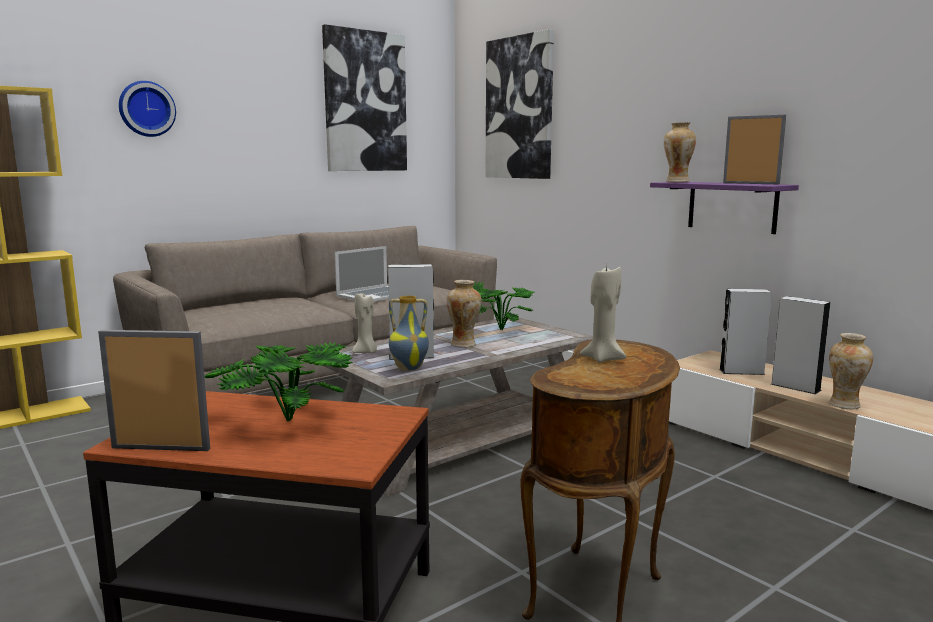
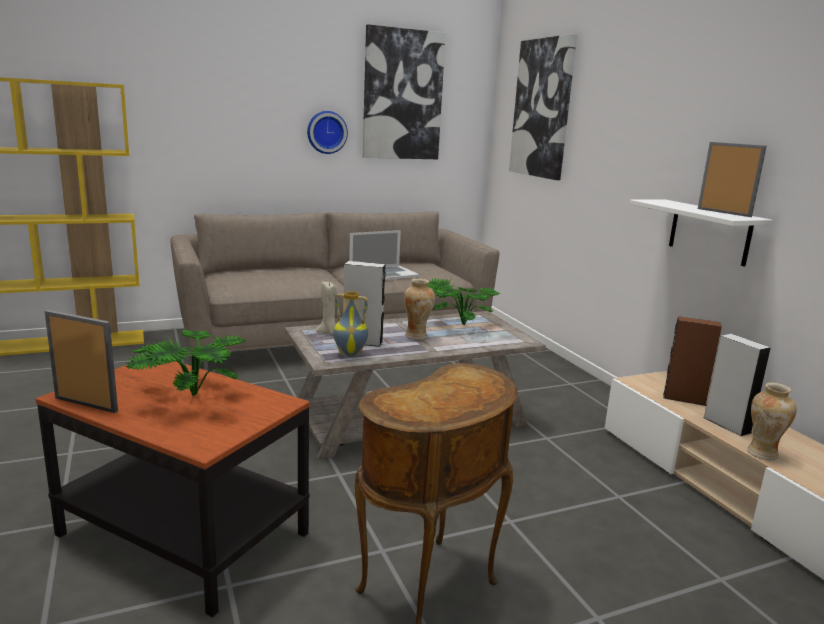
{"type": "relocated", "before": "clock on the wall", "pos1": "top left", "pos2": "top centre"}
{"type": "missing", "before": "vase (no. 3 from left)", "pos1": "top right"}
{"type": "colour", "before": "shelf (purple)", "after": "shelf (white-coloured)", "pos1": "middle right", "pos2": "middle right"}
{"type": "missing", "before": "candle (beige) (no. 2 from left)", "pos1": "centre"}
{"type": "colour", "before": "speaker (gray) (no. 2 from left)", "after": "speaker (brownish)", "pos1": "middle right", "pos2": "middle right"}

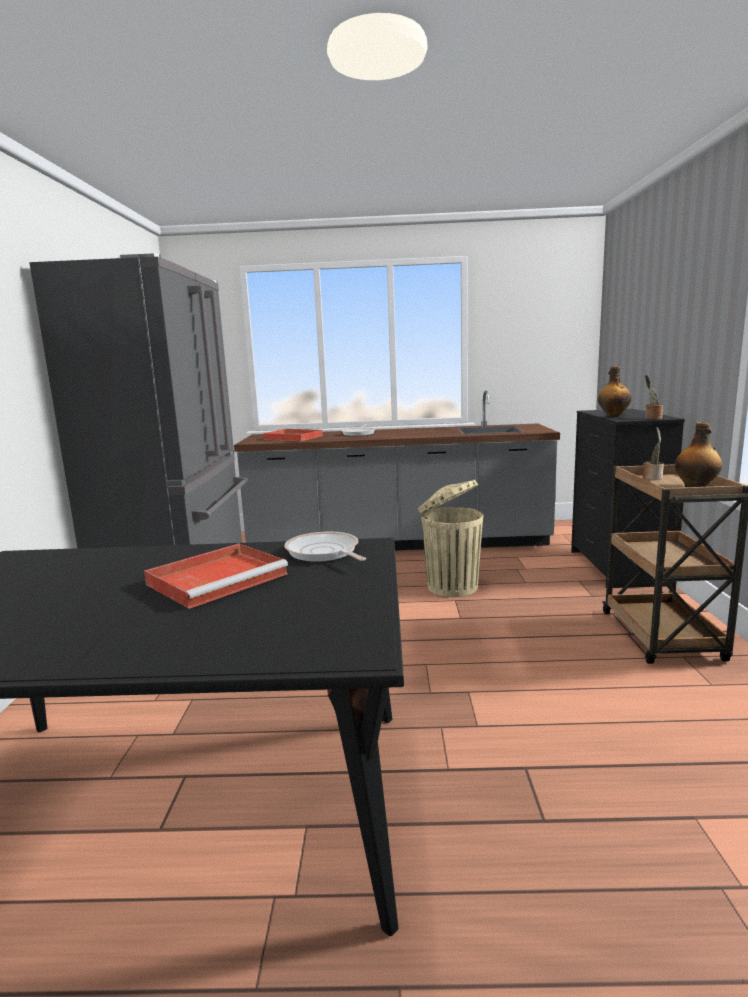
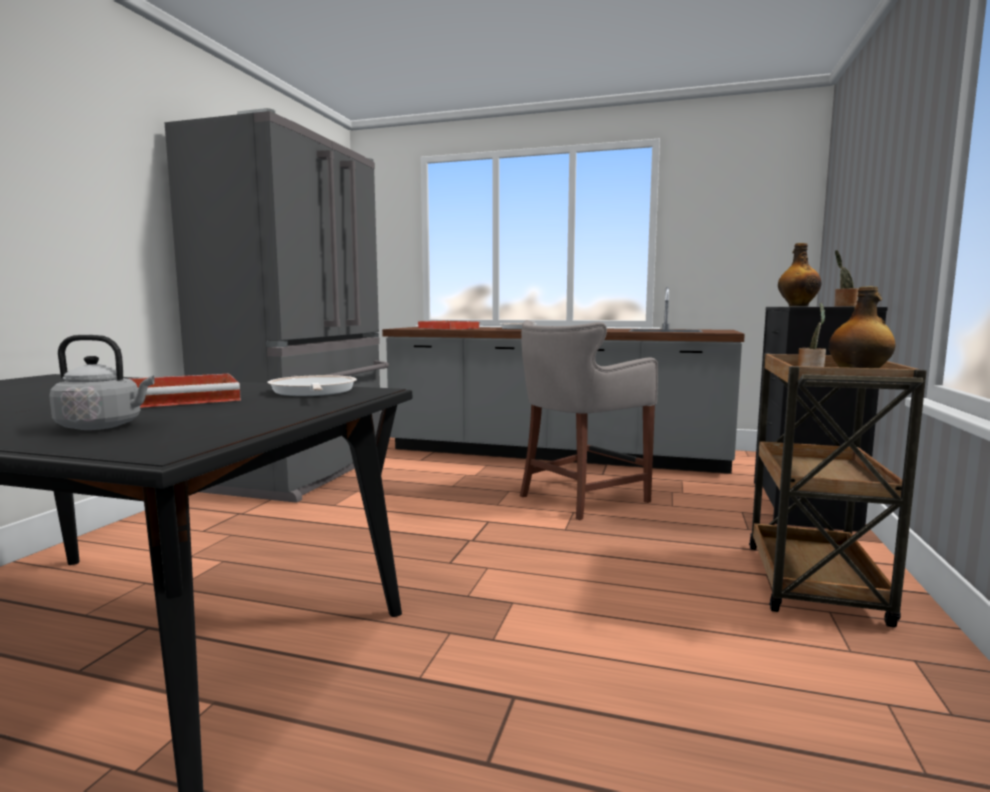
{"type": "exchanged", "before": "waste bin (beige)", "after": "stool (gray)", "pos1": "centre", "pos2": "centre"}
{"type": "appeared", "after": "kettle (gray)", "pos2": "middle left"}

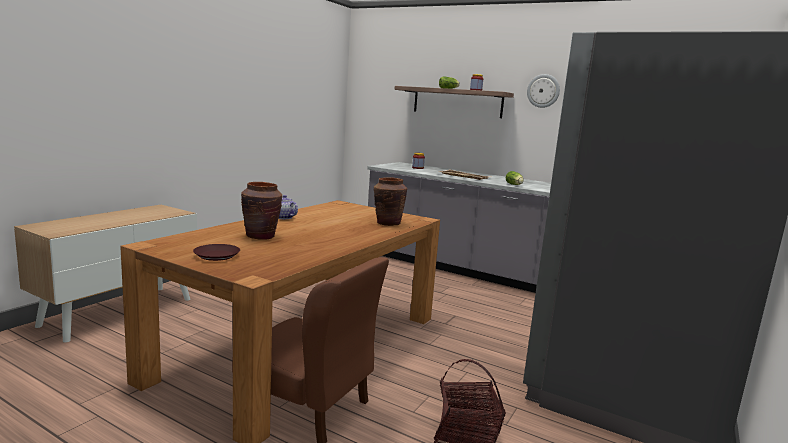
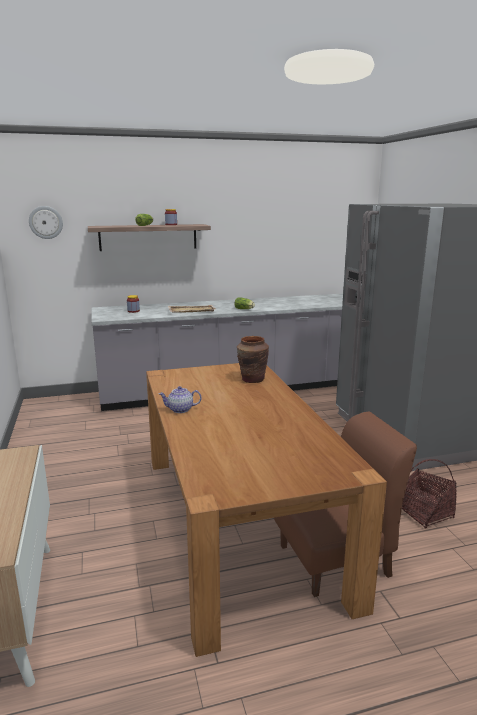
{"type": "relocated", "before": "clock on the wall", "pos1": "top right", "pos2": "top left"}
{"type": "missing", "before": "vase (brownish) (no. 1 from left)", "pos1": "middle left"}
{"type": "missing", "before": "flat dish (brownish)", "pos1": "middle left"}

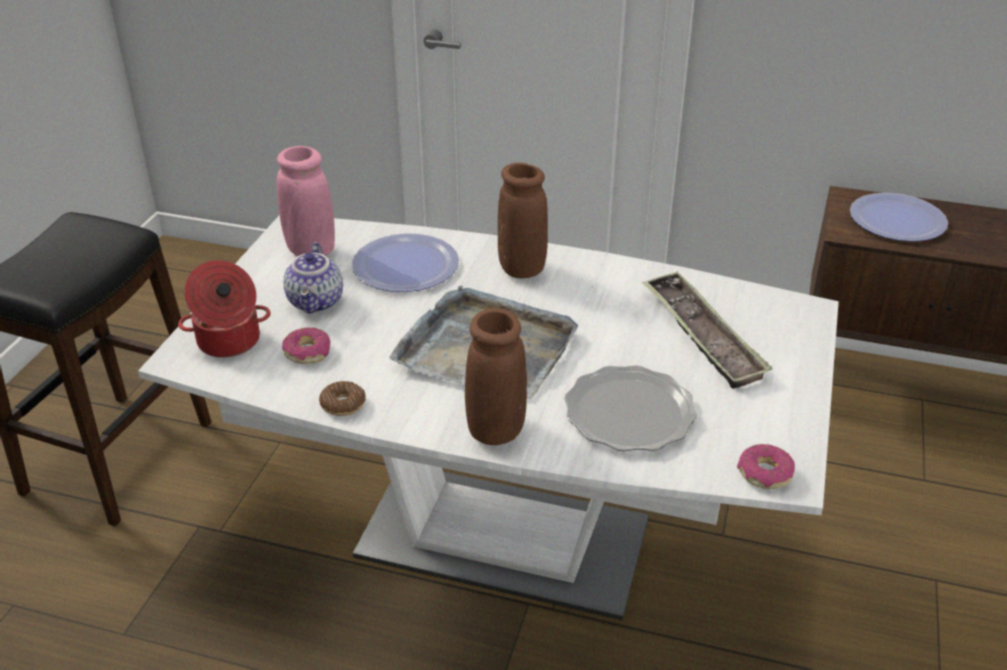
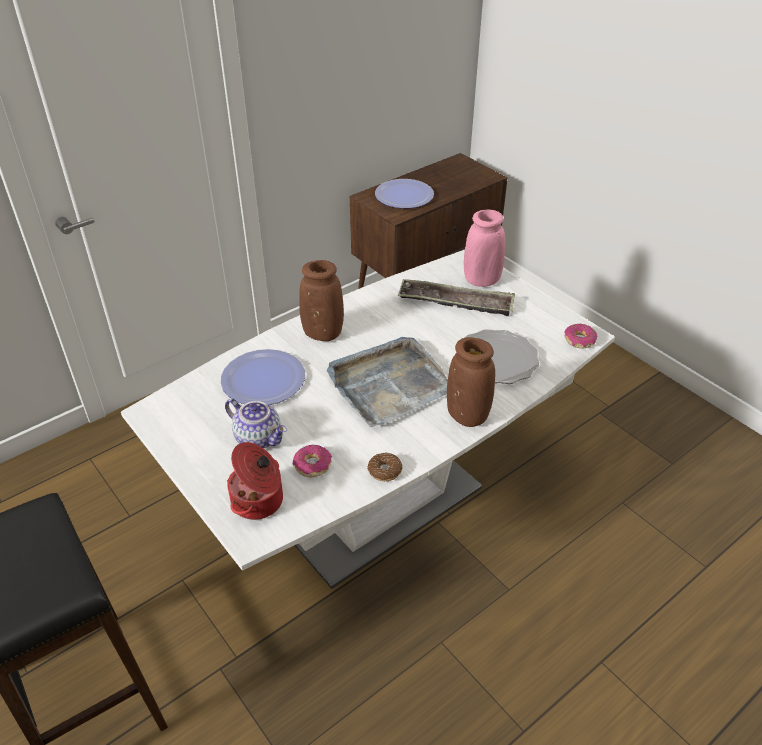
{"type": "relocated", "before": "vase (pink)", "pos1": "top left", "pos2": "top centre"}

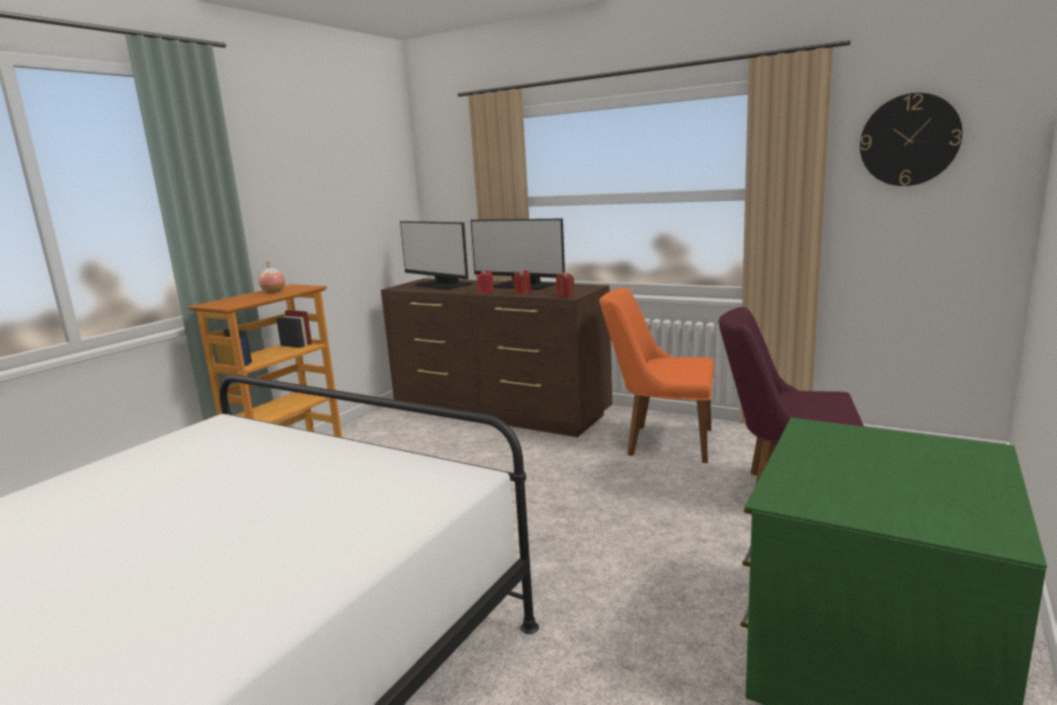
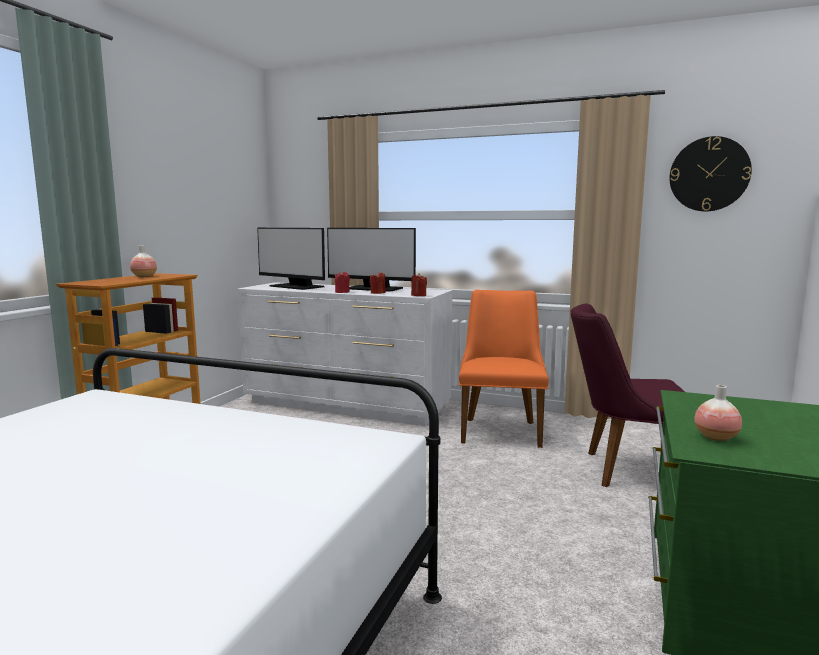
{"type": "colour", "before": "chest of drawers (brownish)", "after": "chest of drawers (white-coloured)", "pos1": "centre", "pos2": "centre"}
{"type": "spun", "before": "upright chair (orange-coloured)", "pos1": "centre", "pos2": "centre", "turn": 90}
{"type": "appeared", "after": "vase (no. 2 from left)", "pos2": "middle right"}

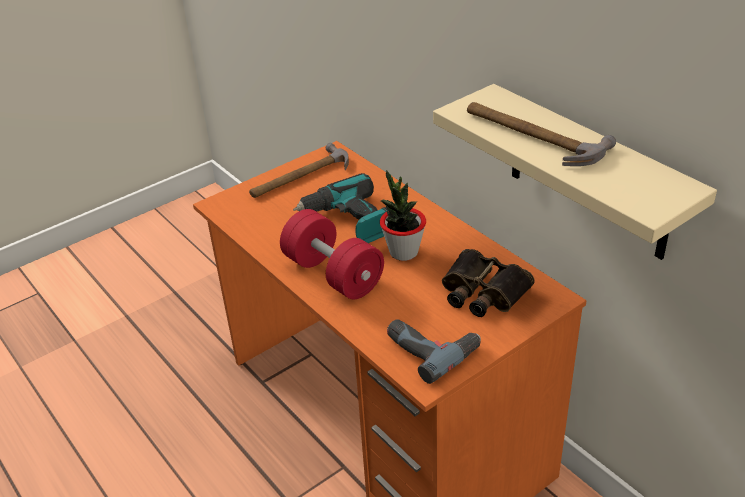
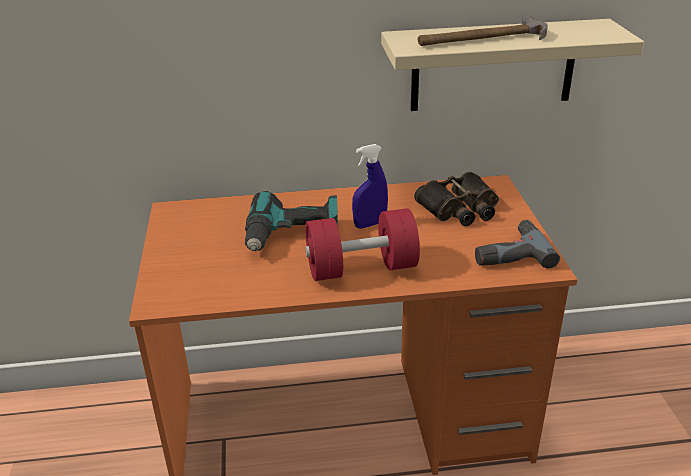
{"type": "missing", "before": "tool hammer (no. 1 from left)", "pos1": "centre"}
{"type": "exchanged", "before": "plant in a pot", "after": "hand sprayer (blue)", "pos1": "centre", "pos2": "centre"}

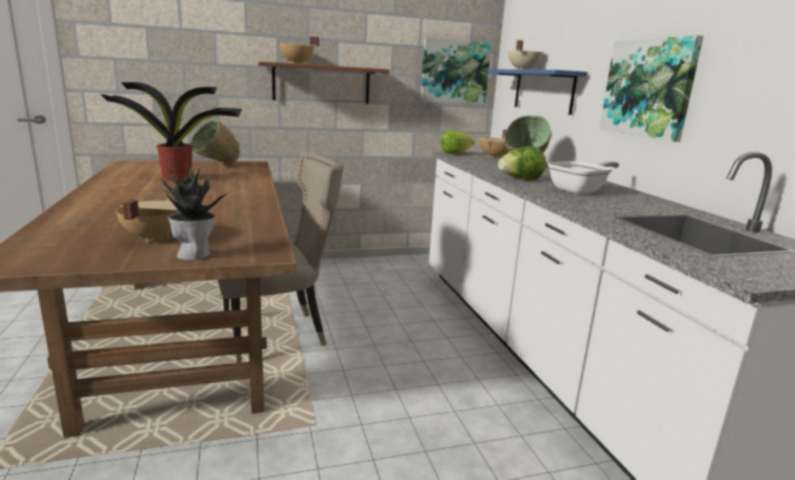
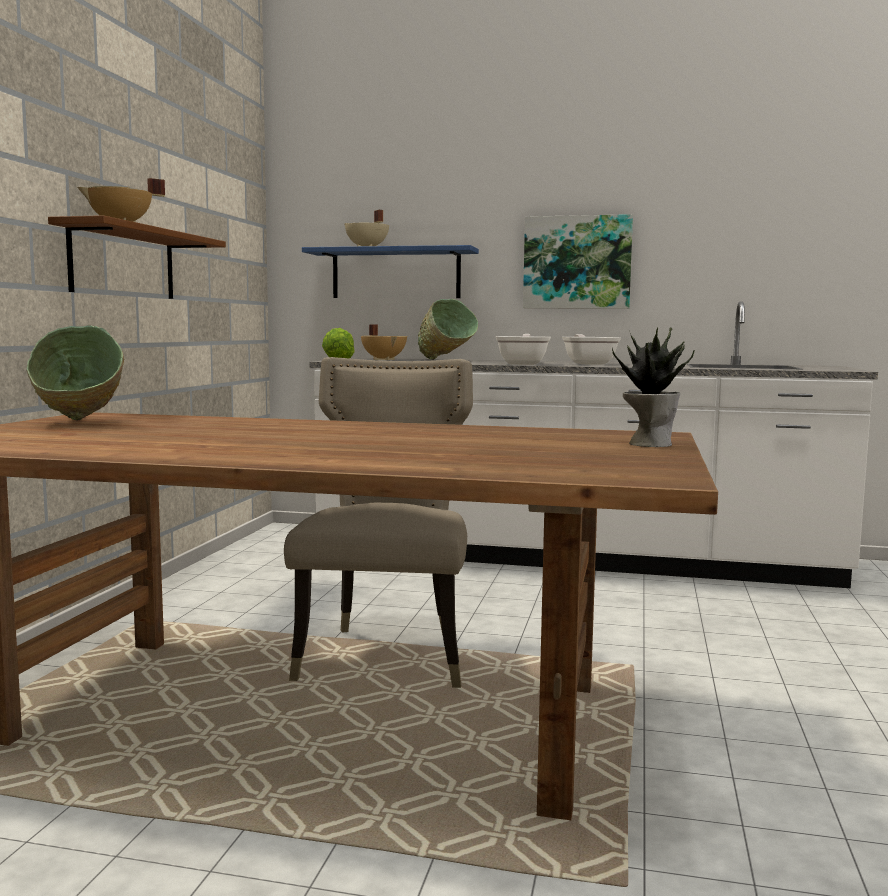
{"type": "missing", "before": "picture (no. 1 from left)", "pos1": "top centre"}
{"type": "missing", "before": "plant in a pot (no. 1 from left)", "pos1": "top left"}
{"type": "exchanged", "before": "head of lettuce (no. 2 from left)", "after": "skillet (no. 1 from left)", "pos1": "centre", "pos2": "centre"}
{"type": "missing", "before": "cooking pot (beige) (no. 1 from left)", "pos1": "middle left"}

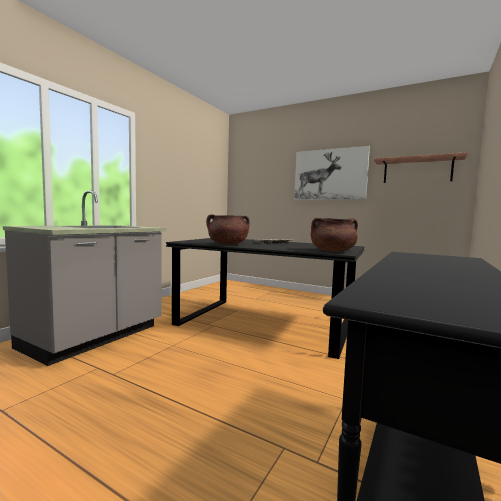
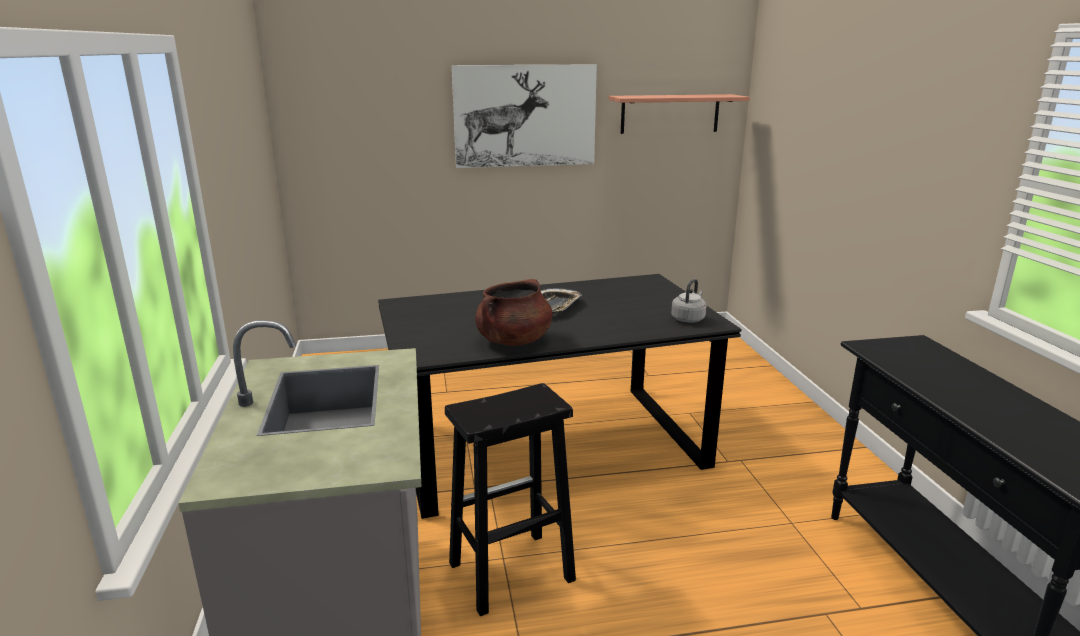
{"type": "exchanged", "before": "cooking pot (brownish) (no. 2 from left)", "after": "kettle (gray)", "pos1": "middle right", "pos2": "centre"}
{"type": "appeared", "after": "stool (black-coloured)", "pos2": "bottom centre"}

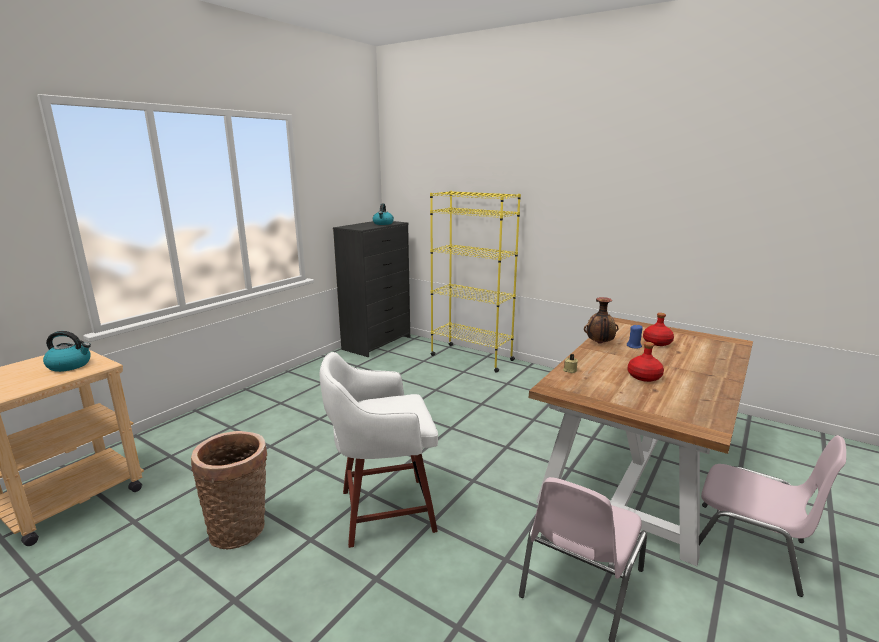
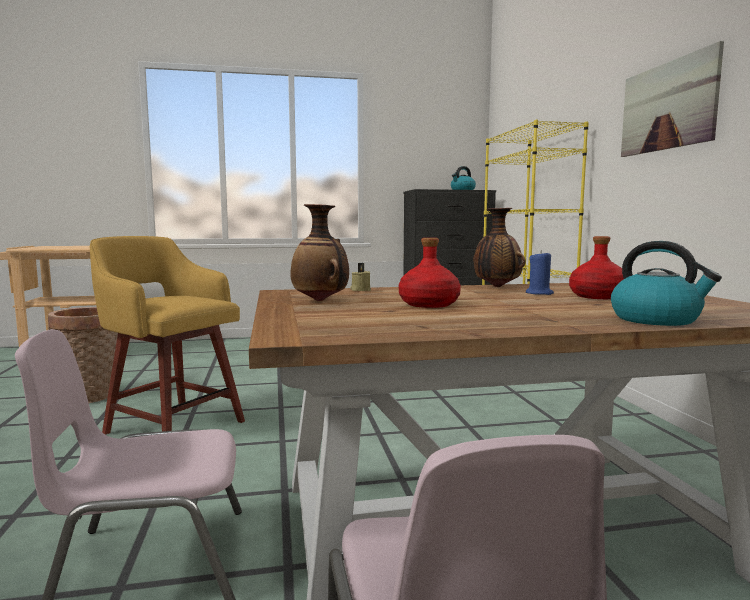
{"type": "relocated", "before": "kettle (no. 1 from left in the first image)", "after": "kettle (no. 2 from left)", "pos1": "middle left", "pos2": "middle right"}
{"type": "colour", "before": "stool (white-coloured)", "after": "stool (yellow)", "pos1": "bottom centre", "pos2": "middle left"}
{"type": "appeared", "after": "picture", "pos2": "top right"}
{"type": "appeared", "after": "vase (no. 1 from left)", "pos2": "centre"}

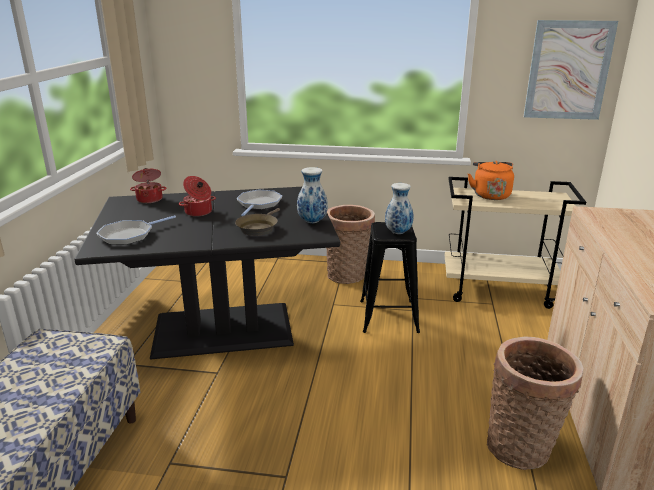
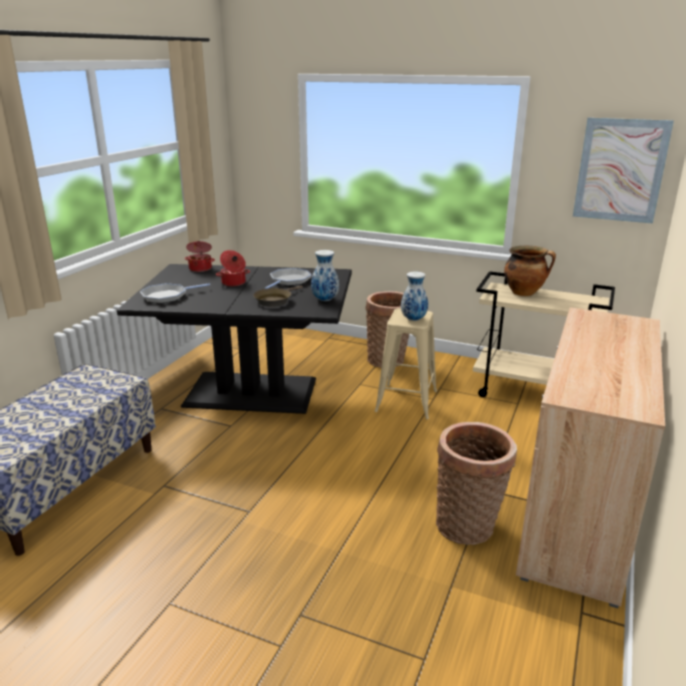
{"type": "exchanged", "before": "kettle (orange-coloured)", "after": "cooking pot (no. 3 from left)", "pos1": "middle right", "pos2": "middle right"}
{"type": "colour", "before": "stool (black-coloured)", "after": "stool (beige)", "pos1": "centre", "pos2": "centre"}

